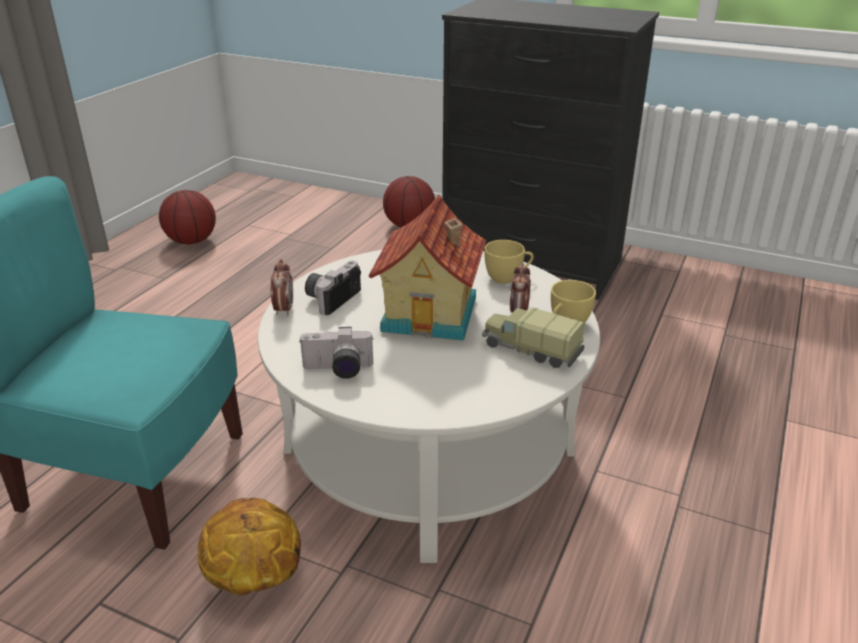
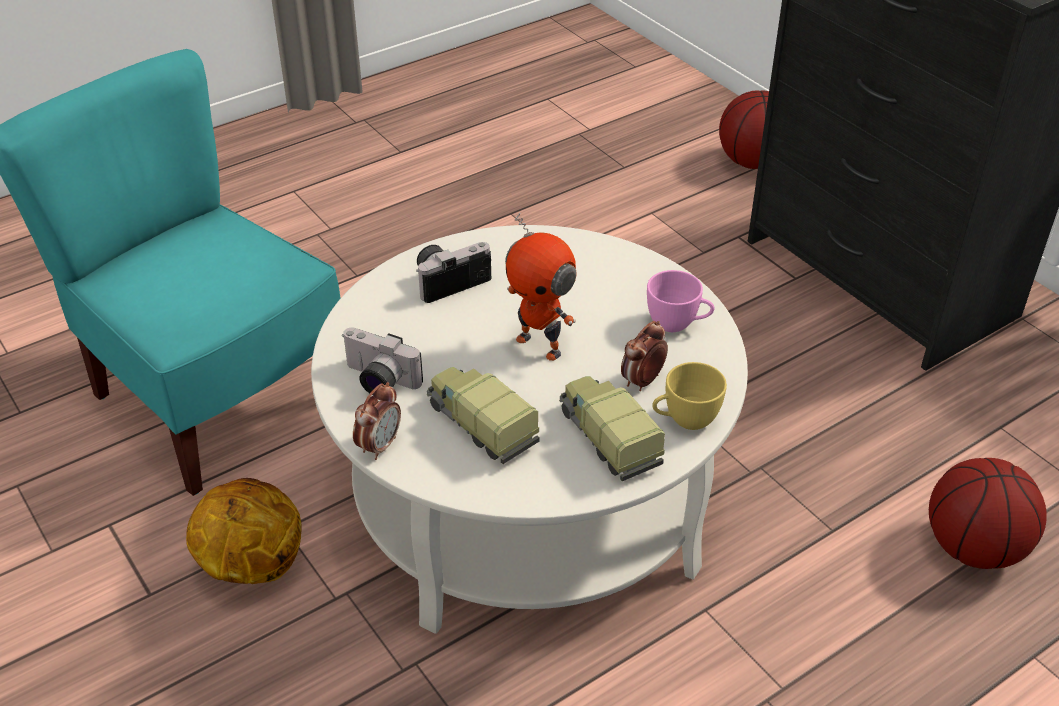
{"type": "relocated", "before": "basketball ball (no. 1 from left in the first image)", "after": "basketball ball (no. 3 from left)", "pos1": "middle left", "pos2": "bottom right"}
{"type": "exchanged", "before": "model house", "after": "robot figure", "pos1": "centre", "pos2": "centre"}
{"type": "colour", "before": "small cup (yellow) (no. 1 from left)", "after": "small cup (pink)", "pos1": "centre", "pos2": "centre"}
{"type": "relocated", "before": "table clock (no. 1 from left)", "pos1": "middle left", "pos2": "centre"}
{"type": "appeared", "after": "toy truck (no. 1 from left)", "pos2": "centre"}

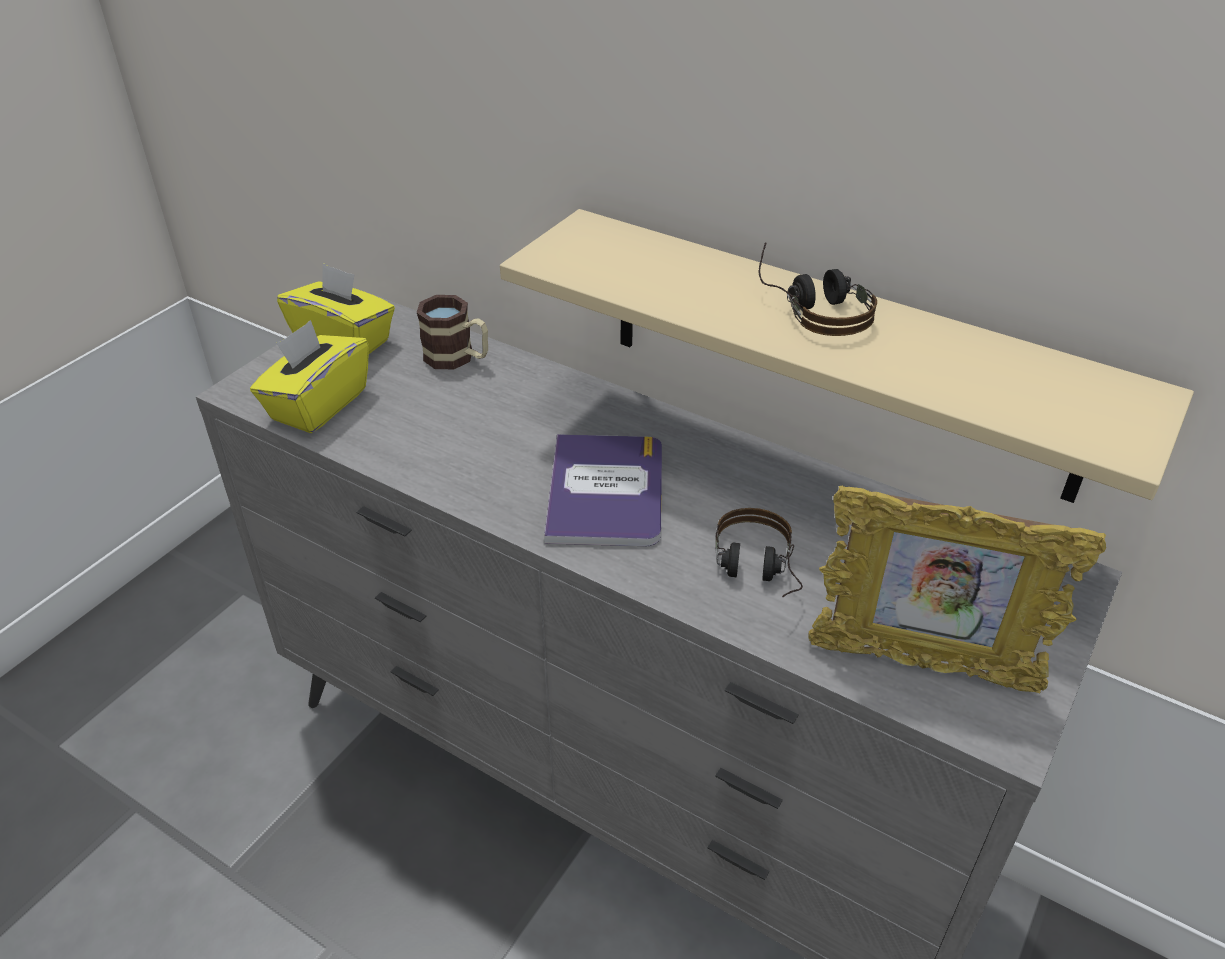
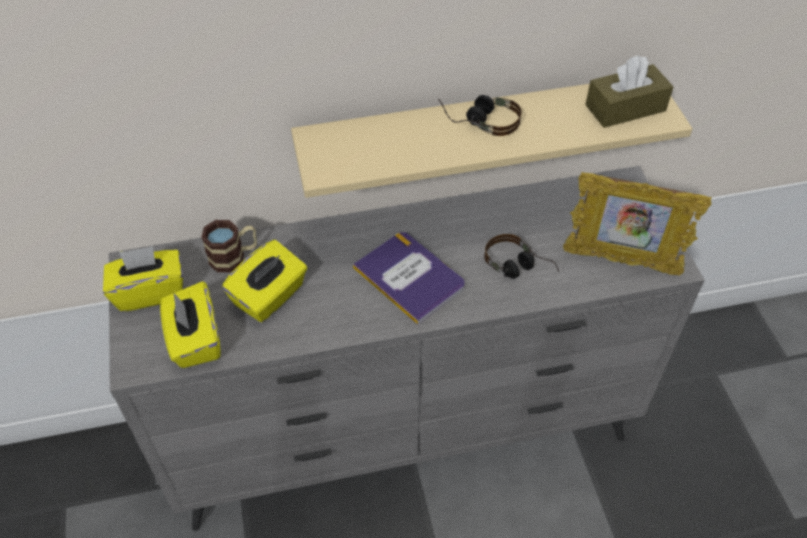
{"type": "spun", "before": "standing frame", "pos1": "middle right", "pos2": "middle right", "turn": 45}
{"type": "appeared", "after": "box of tissues (brownish)", "pos2": "top right"}
{"type": "appeared", "after": "box of tissues (yellow) (no. 3 from left)", "pos2": "middle left"}

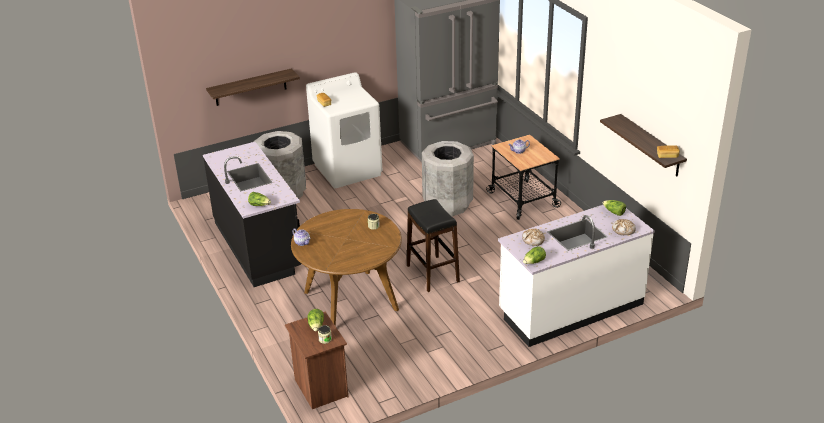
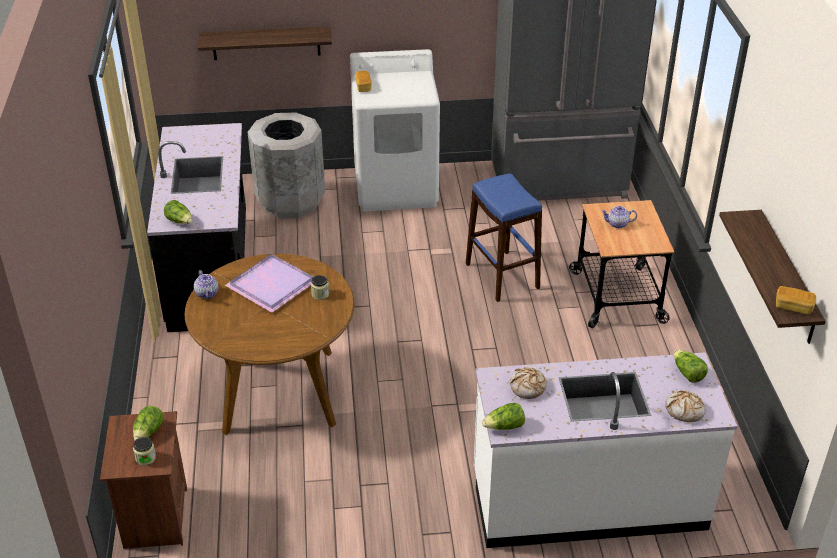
{"type": "exchanged", "before": "waste bin (gray) (no. 2 from left)", "after": "stool (blue)", "pos1": "centre", "pos2": "centre"}
{"type": "missing", "before": "stool (black-coloured)", "pos1": "centre"}
{"type": "appeared", "after": "serving tray (purple)", "pos2": "middle left"}

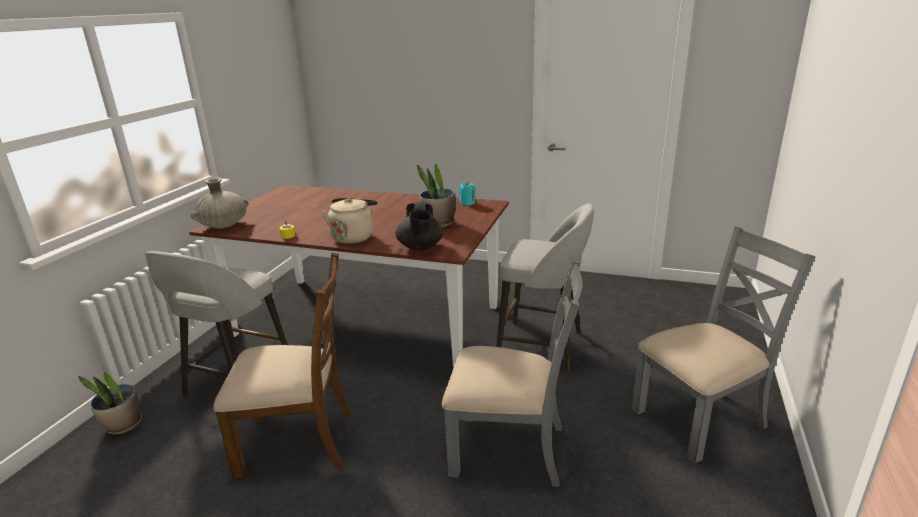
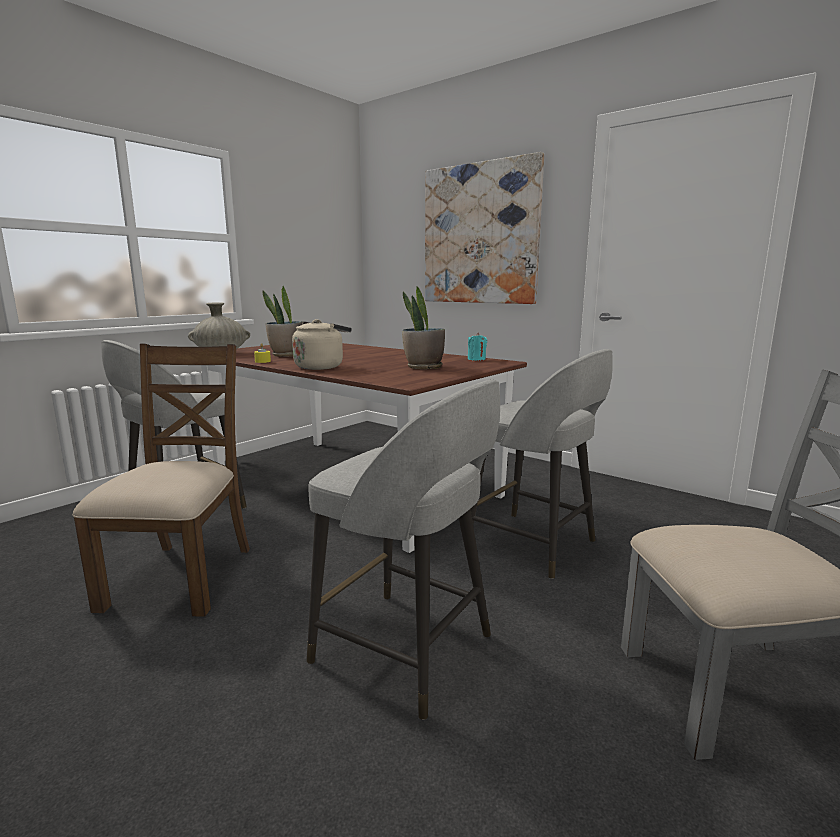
{"type": "missing", "before": "pot for tea (black-coloured)", "pos1": "centre"}
{"type": "spun", "before": "upright chair (brownish)", "pos1": "bottom left", "pos2": "middle left", "turn": -105}
{"type": "exchanged", "before": "upright chair (gray) (no. 1 from left)", "after": "stool (gray) (no. 2 from left)", "pos1": "bottom centre", "pos2": "centre"}
{"type": "relocated", "before": "plant in a pot (no. 1 from left)", "pos1": "bottom left", "pos2": "centre"}
{"type": "appeared", "after": "picture", "pos2": "top centre"}

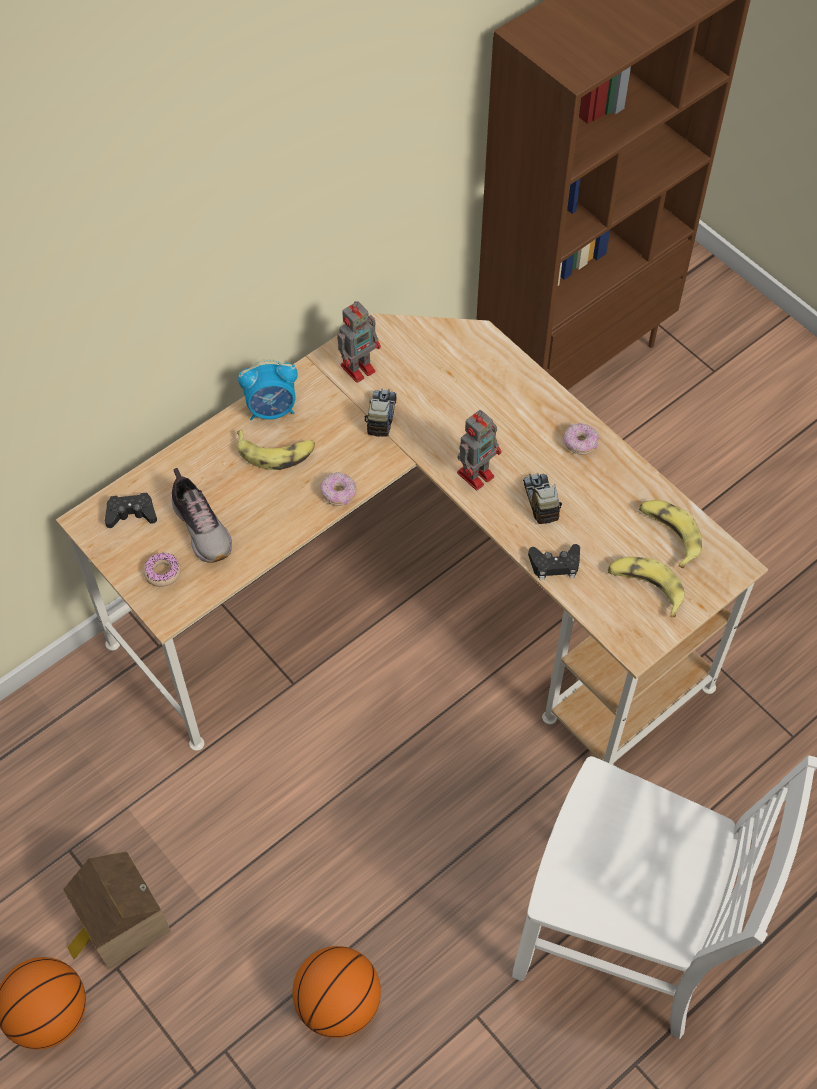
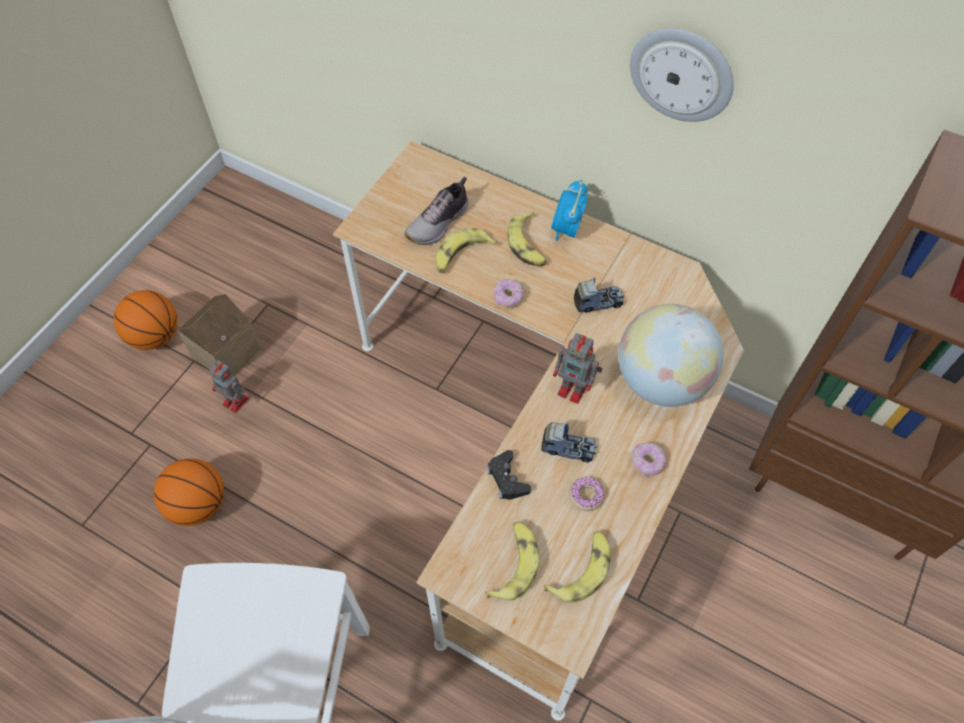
{"type": "relocated", "before": "robot figure (no. 1 from left)", "pos1": "top centre", "pos2": "middle left"}
{"type": "spun", "before": "table clock", "pos1": "middle left", "pos2": "top centre", "turn": 45}
{"type": "spun", "before": "toy truck (no. 2 from left in the first image)", "pos1": "centre", "pos2": "centre", "turn": 45}
{"type": "missing", "before": "gamepad (black-coloured) (no. 1 from left)", "pos1": "middle left"}
{"type": "relocated", "before": "ring doughnut (no. 1 from left in the first image)", "after": "ring doughnut (no. 2 from left)", "pos1": "middle left", "pos2": "bottom centre"}
{"type": "appeared", "after": "clock on the wall", "pos2": "top right"}
{"type": "appeared", "after": "whole banana (no. 1 from left)", "pos2": "centre"}
{"type": "appeared", "after": "world globe", "pos2": "middle right"}

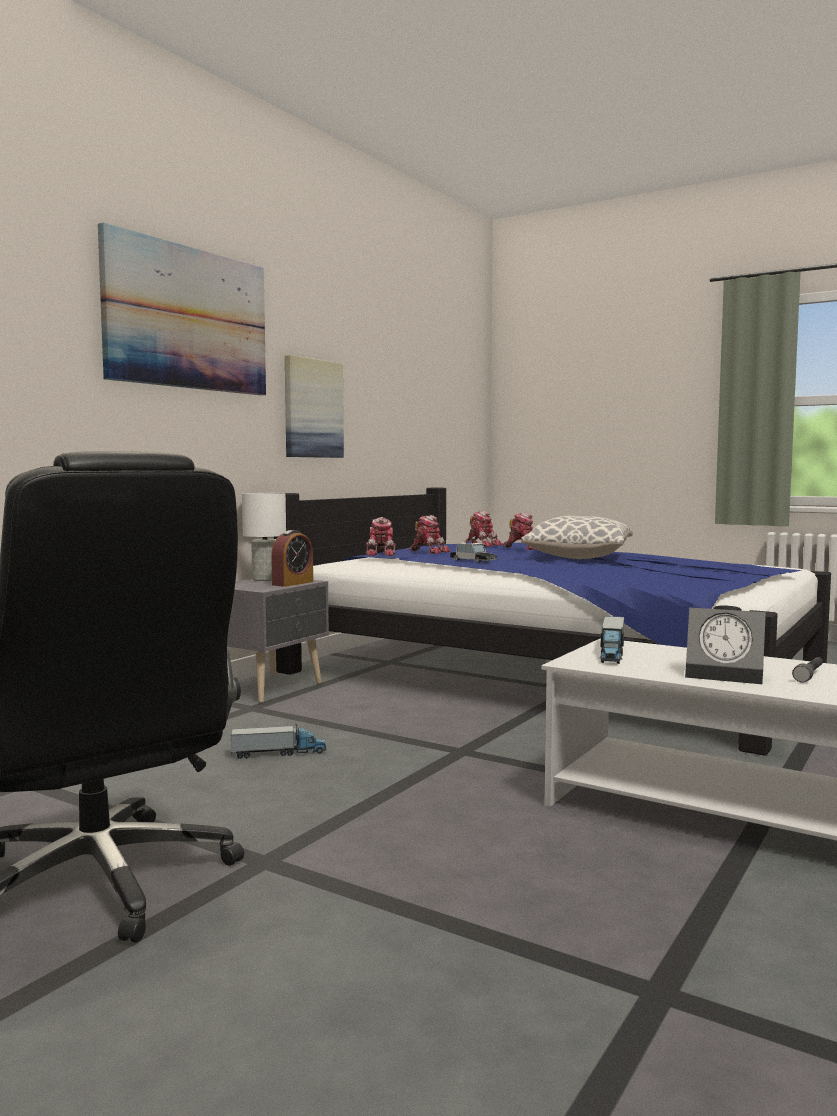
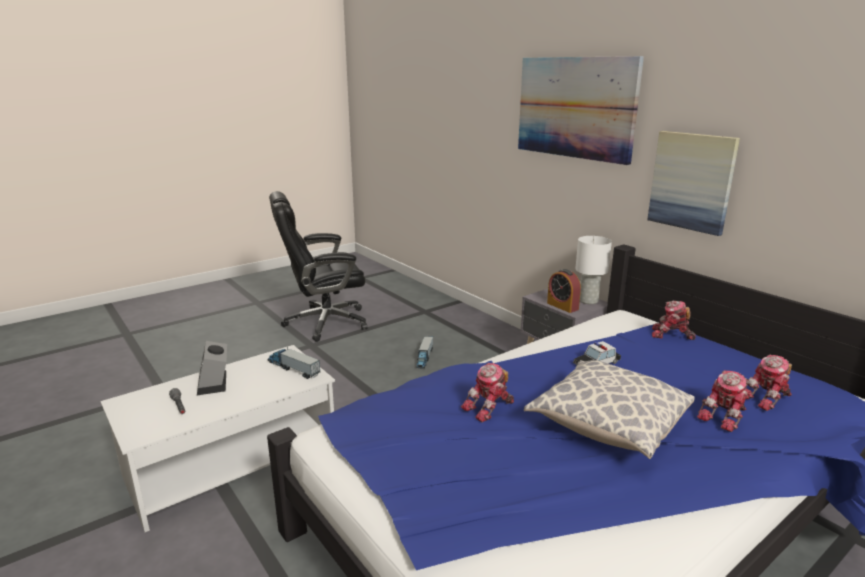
{"type": "relocated", "before": "robot figure (no. 2 from left in the first image)", "after": "robot figure (no. 1 from left)", "pos1": "centre", "pos2": "bottom centre"}
{"type": "spun", "before": "table clock (no. 2 from left in the first image)", "pos1": "middle right", "pos2": "middle left", "turn": -60}

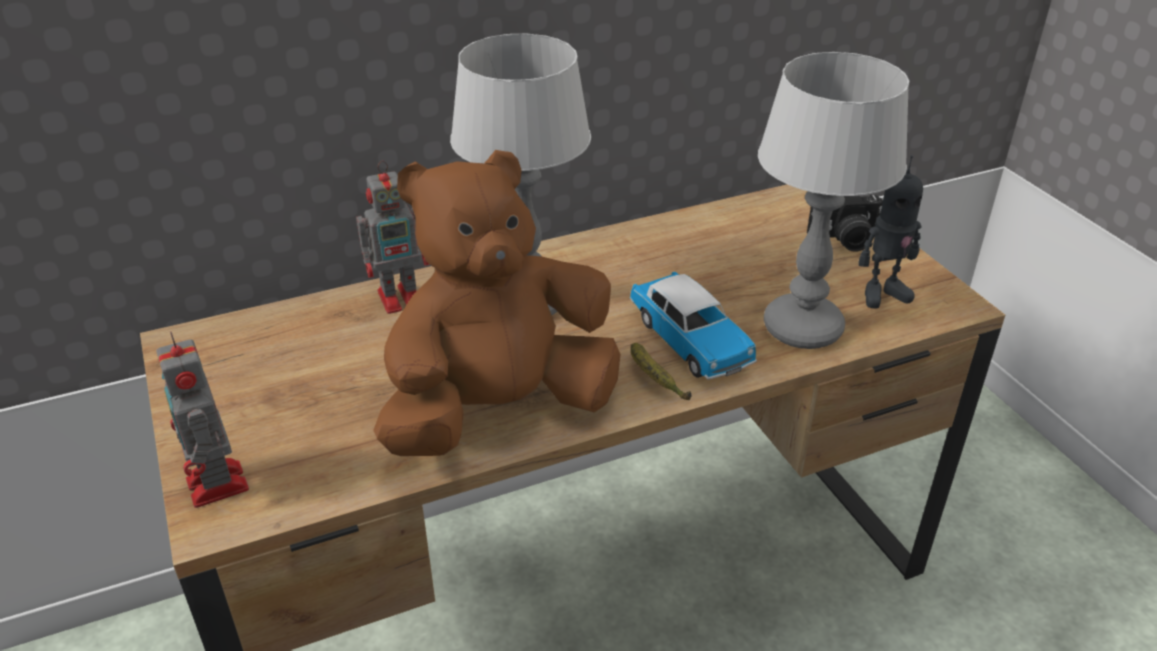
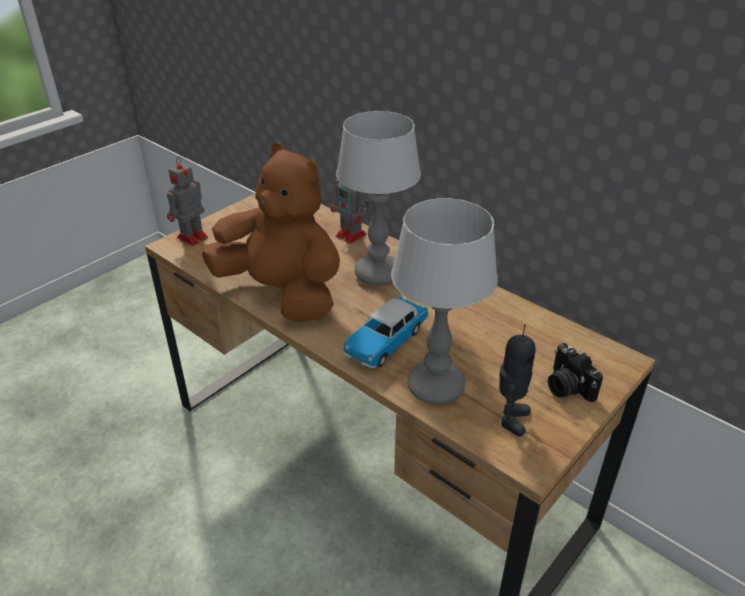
{"type": "spun", "before": "robot figure (no. 3 from left)", "pos1": "middle right", "pos2": "middle right", "turn": -120}
{"type": "missing", "before": "whole banana", "pos1": "centre"}

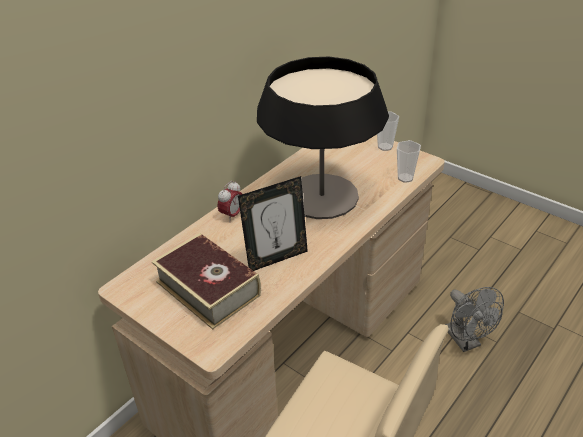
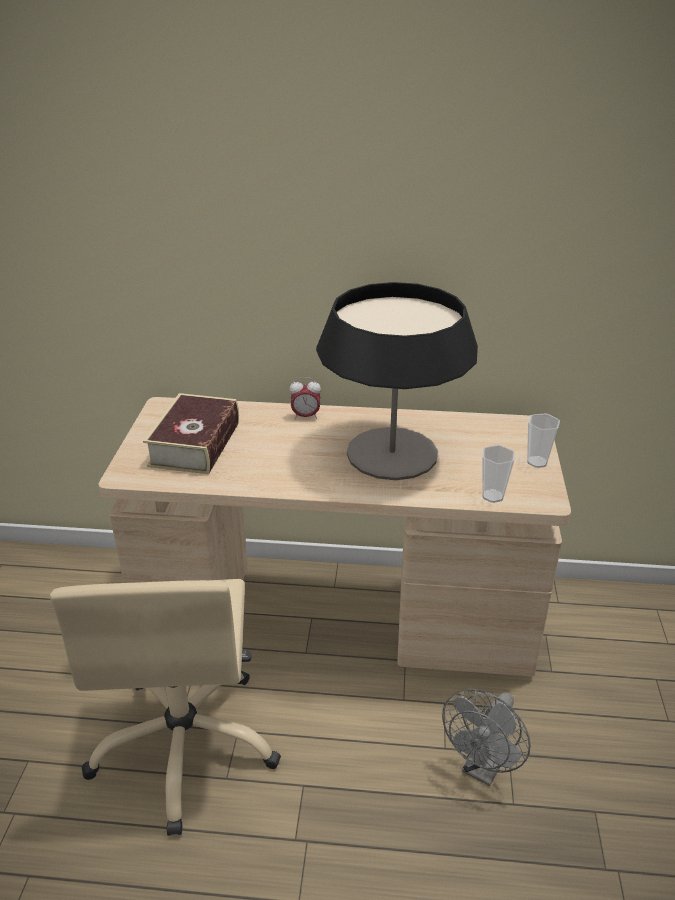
{"type": "missing", "before": "standing frame", "pos1": "centre"}

